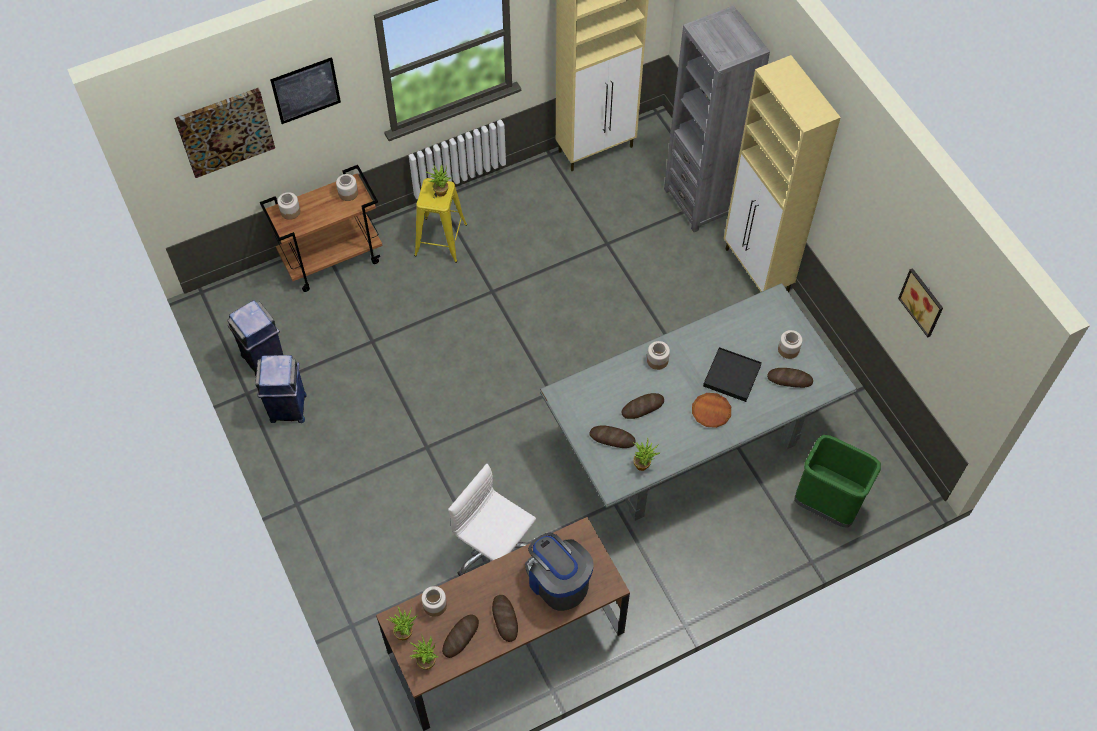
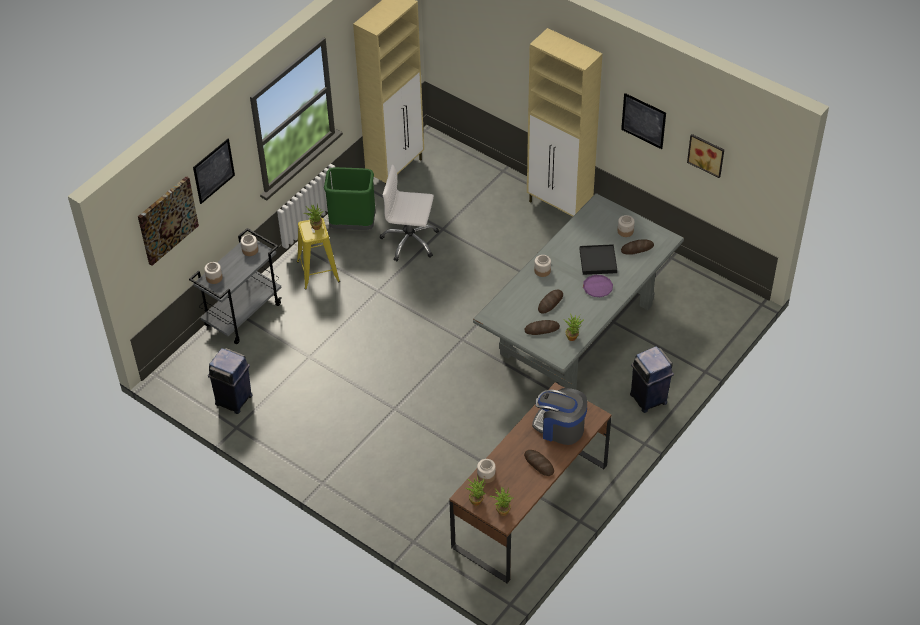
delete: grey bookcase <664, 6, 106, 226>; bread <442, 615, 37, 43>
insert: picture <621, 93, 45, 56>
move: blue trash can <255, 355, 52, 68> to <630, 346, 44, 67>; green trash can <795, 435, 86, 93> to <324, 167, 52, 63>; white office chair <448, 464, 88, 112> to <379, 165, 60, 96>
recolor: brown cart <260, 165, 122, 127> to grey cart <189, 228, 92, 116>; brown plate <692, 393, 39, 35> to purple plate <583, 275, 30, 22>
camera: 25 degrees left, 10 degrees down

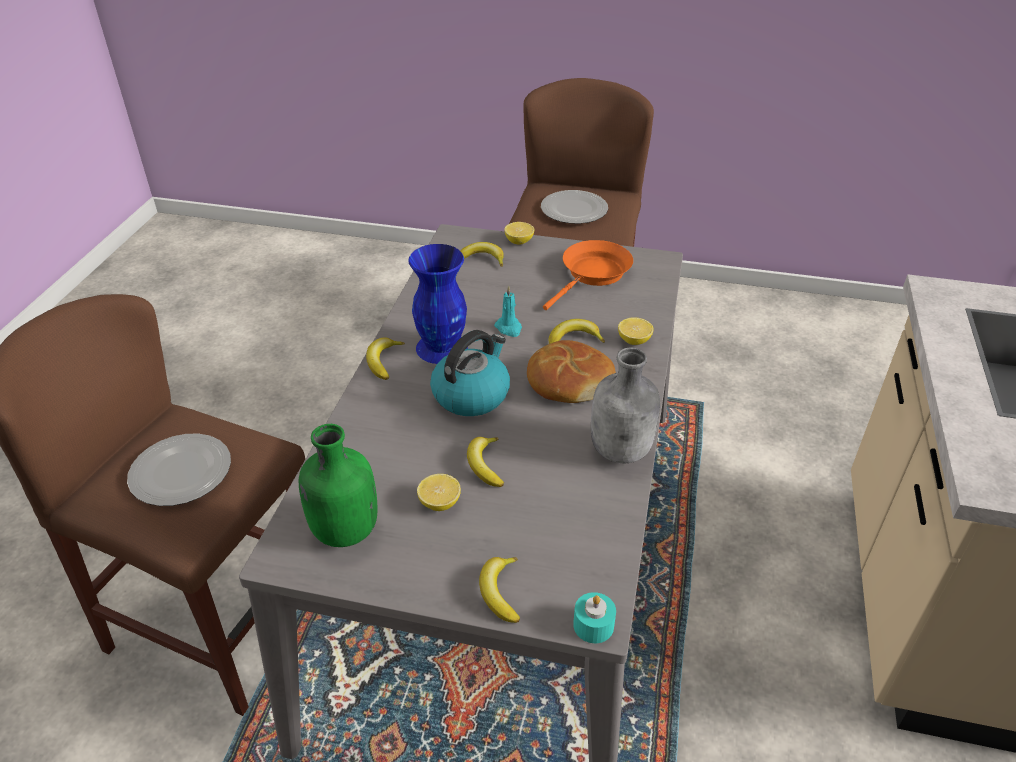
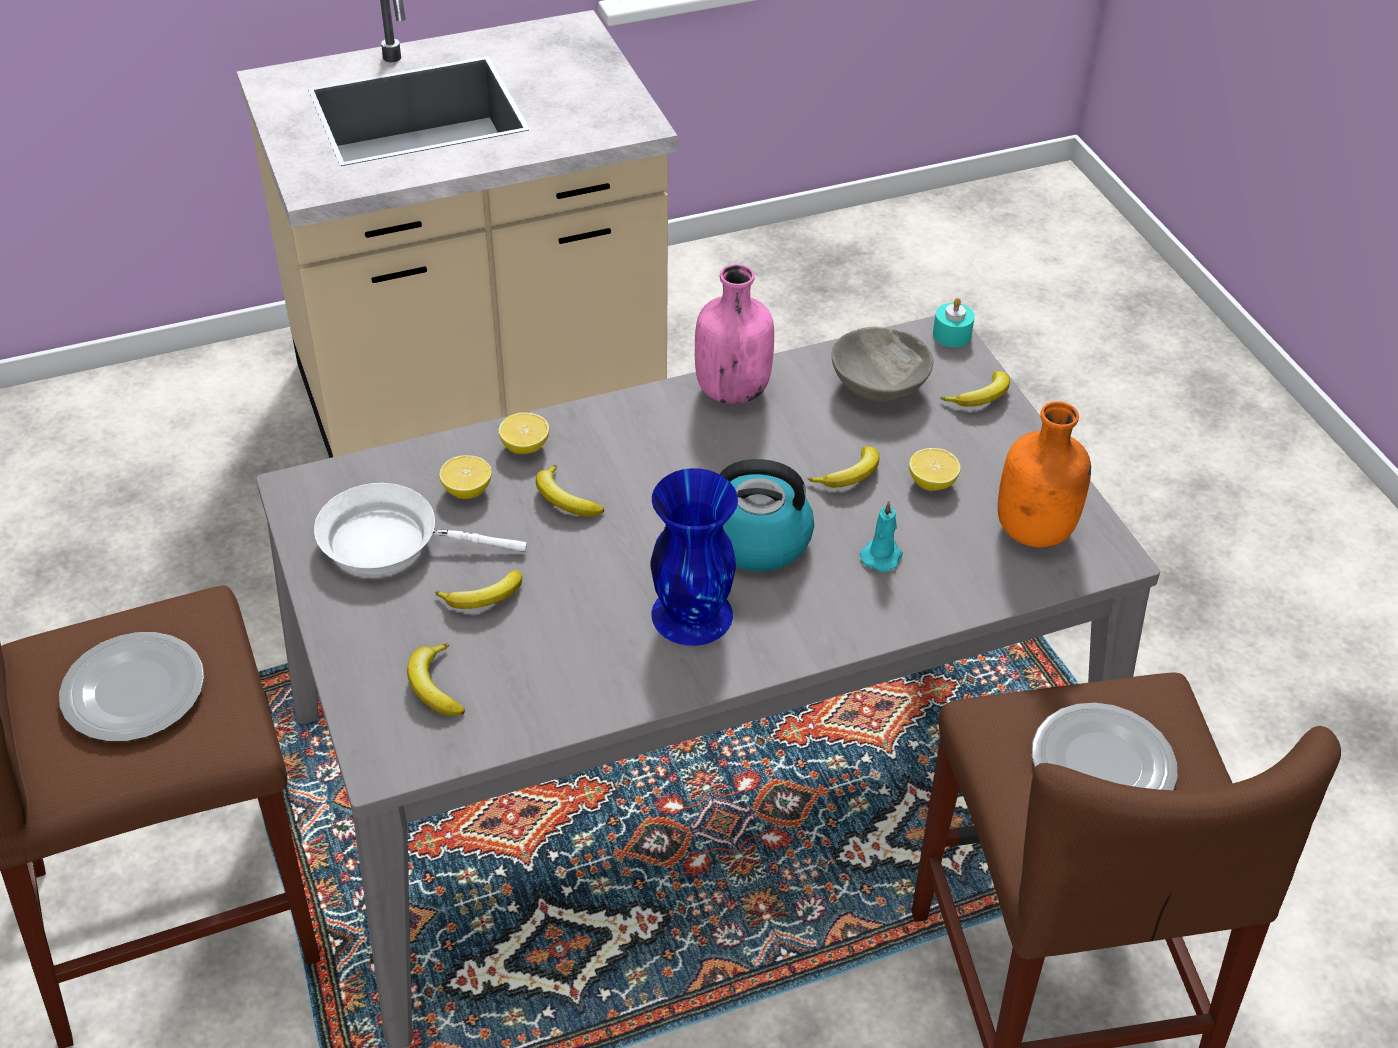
delete: bread <527, 340, 89, 63>
insert: grey bowl <831, 326, 103, 76>
move: lemon <504, 222, 30, 23> to <439, 455, 53, 44>; turquoise candle <494, 286, 28, 51> to <860, 501, 43, 71>; banana <366, 338, 39, 42> to <435, 570, 87, 39>
recolor: orange frying pan <543, 240, 90, 70> to white frying pan <314, 483, 213, 91>; grey bottle <591, 348, 69, 115> to pink bottle <695, 264, 79, 140>; green bottle <299, 424, 79, 123> to orange bottle <998, 401, 93, 146>
camera: 125 degrees left, 5 degrees up

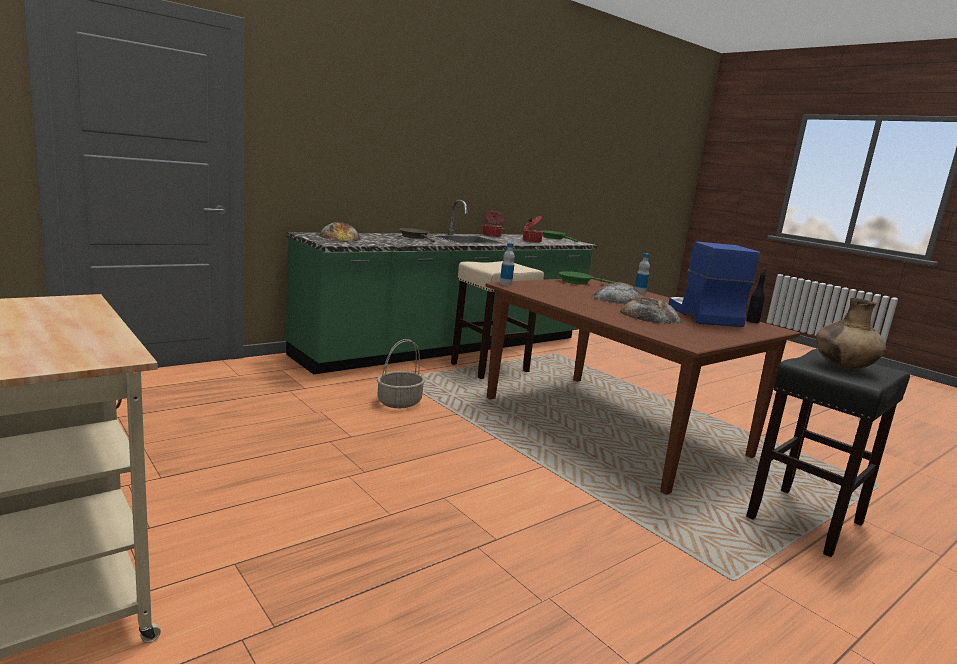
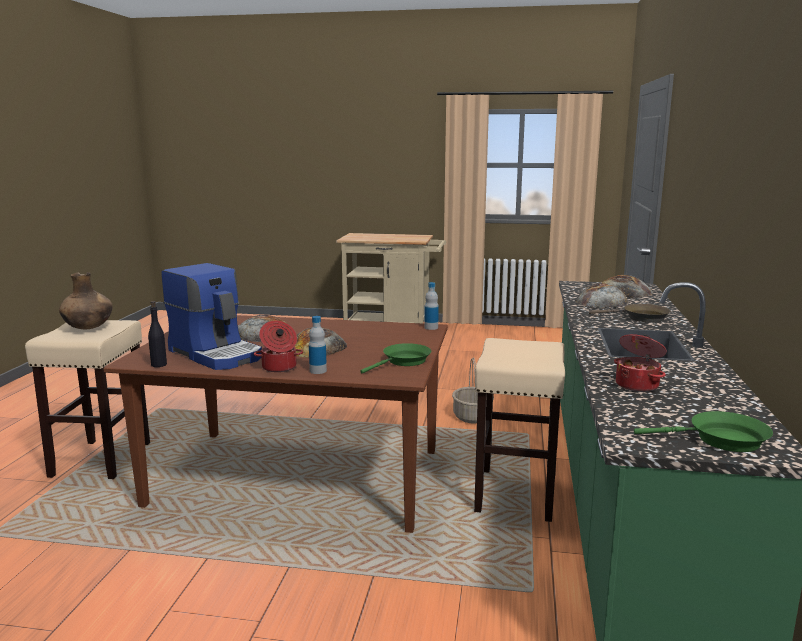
insert: bread <575, 283, 53, 25>
move: cooking pot <481, 211, 24, 26> to <254, 321, 49, 51>
recolor: black stool <746, 349, 164, 208> to beige stool <25, 320, 125, 159>
camera: 140 degrees right, 0 degrees up

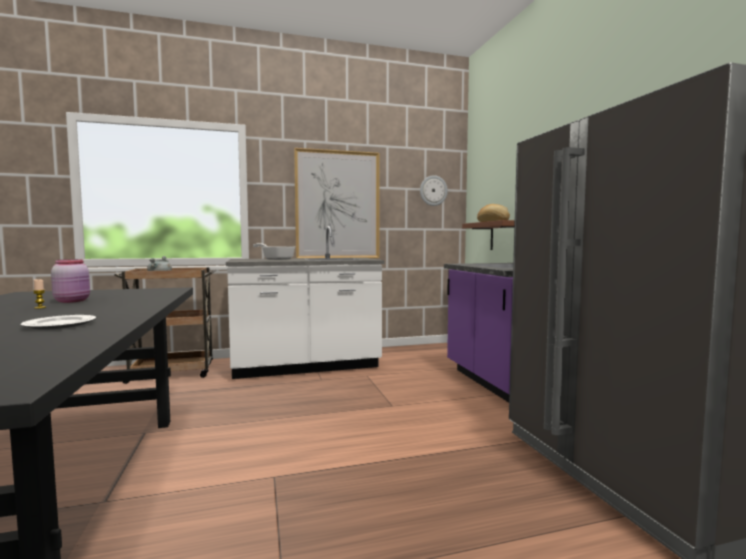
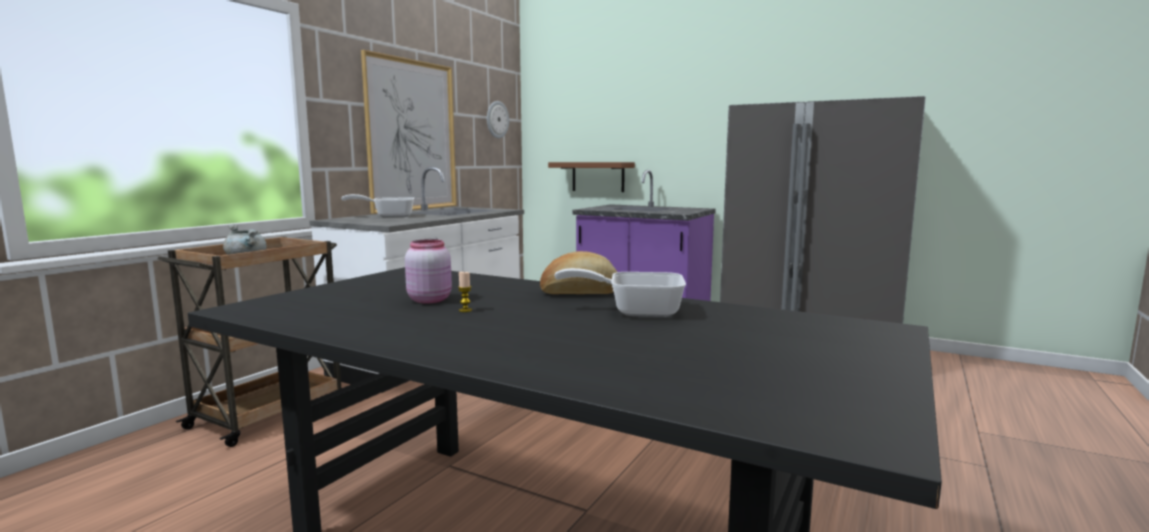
move: bread <477, 204, 33, 18> to <540, 251, 77, 43>
replace: plate <20, 315, 76, 15> to frying pan <554, 268, 132, 49>
camera: 45 degrees left, 5 degrees up

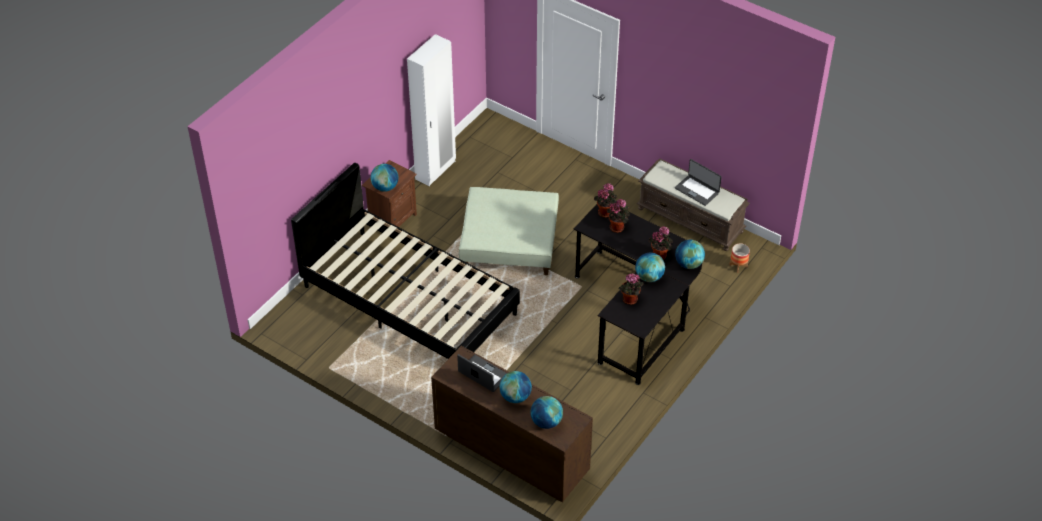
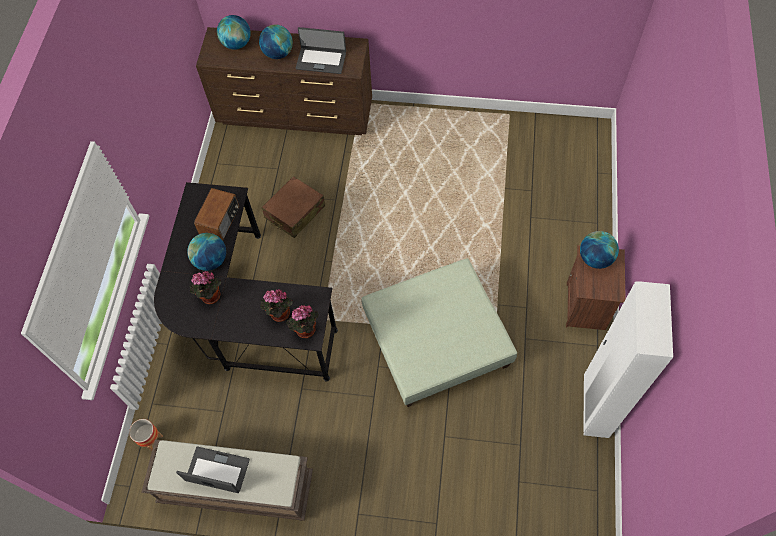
delete: black bed <291, 163, 229, 196>; globe <675, 240, 30, 29>
insert: brown suitcase <262, 176, 63, 62>
replace: potted plant <618, 273, 25, 32> to radio <194, 188, 45, 53>
camera: 155 degrees right, 15 degrees up

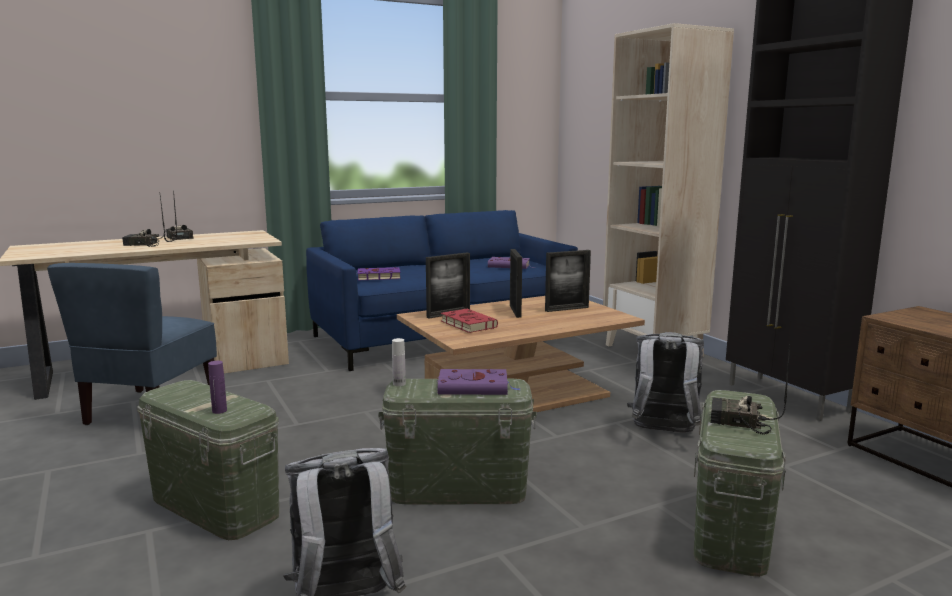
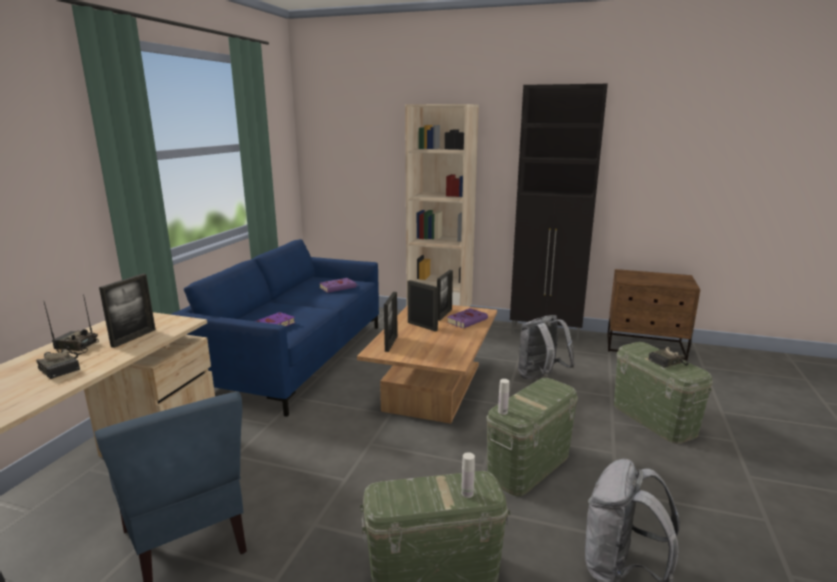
delete: red book <441, 309, 57, 24>
insert: picture frame <99, 274, 57, 74>
move: purple book <437, 369, 84, 26> to <447, 308, 41, 20>
recolor: purple bottle <208, 361, 19, 53> to white bottle <461, 452, 14, 46>
rotate: radio <122, 196, 43, 51> = <36, 302, 44, 77> 90 degrees counterclockwise
camera: 45 degrees left, 5 degrees up

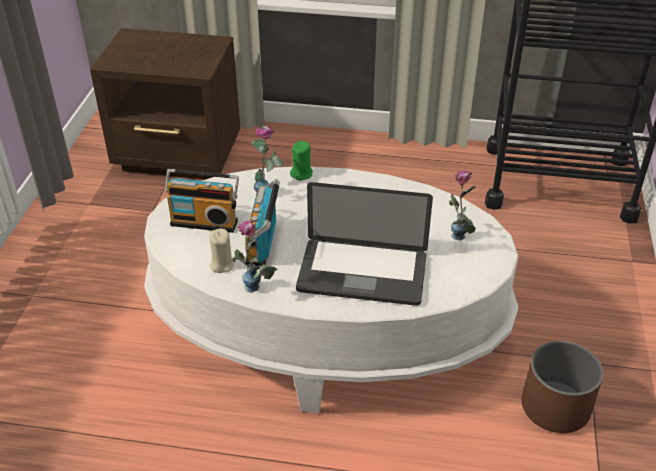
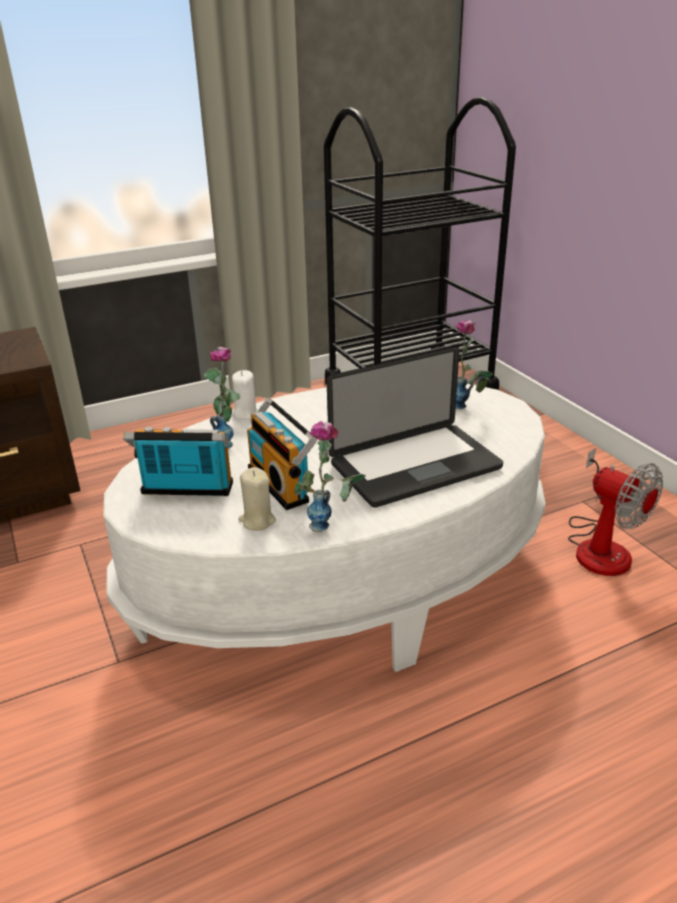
replace: brown planter <522, 341, 81, 92> to fan <568, 448, 95, 128>
recolor: green candle <290, 141, 23, 40> to white candle <232, 370, 26, 50>
rotate: radio <164, 169, 75, 64> = <123, 427, 110, 69> 150 degrees counterclockwise
camera: 35 degrees left, 10 degrees down

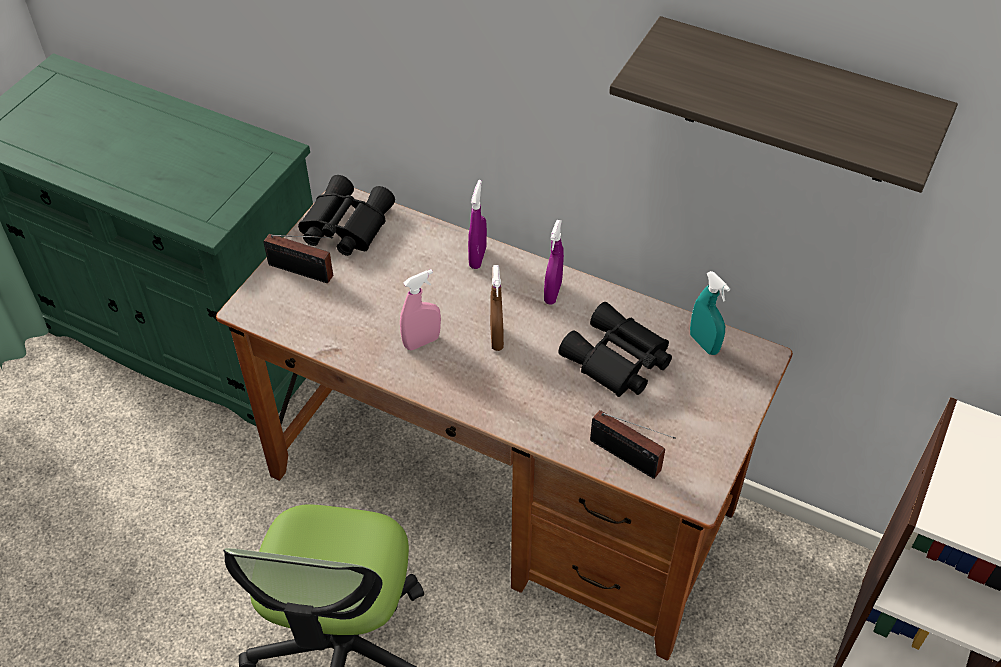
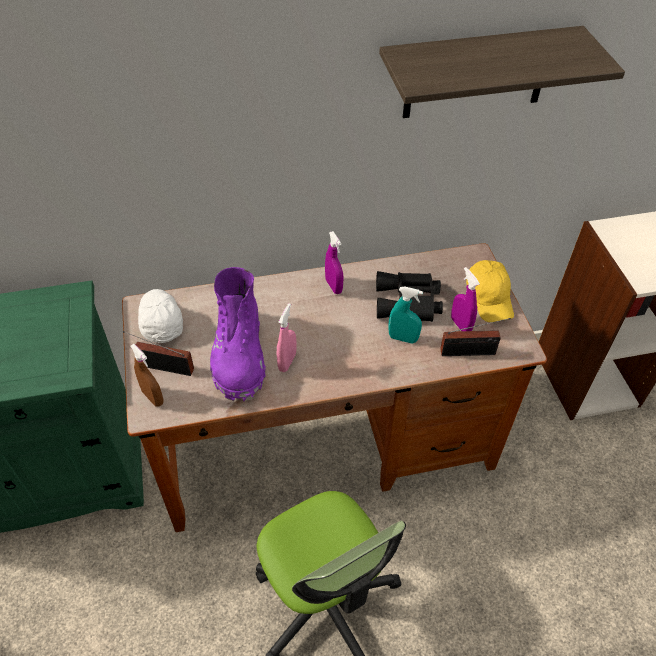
insert: yellow cap <466, 260, 48, 62>; purple boot <210, 267, 56, 135>
move: purple spray bottle <468, 180, 19, 89> to <451, 267, 29, 64>; brown spray bottle <490, 265, 14, 86> to <131, 344, 32, 63>; turquoise spray bottle <690, 271, 40, 84> to <388, 287, 35, 57>
replace: black binoculars <298, 175, 97, 81> to white cap <138, 289, 45, 54>
rotate: radio <263, 234, 70, 49> = <123, 331, 71, 45> 150 degrees counterclockwise
camera: 40 degrees left, 0 degrees up

